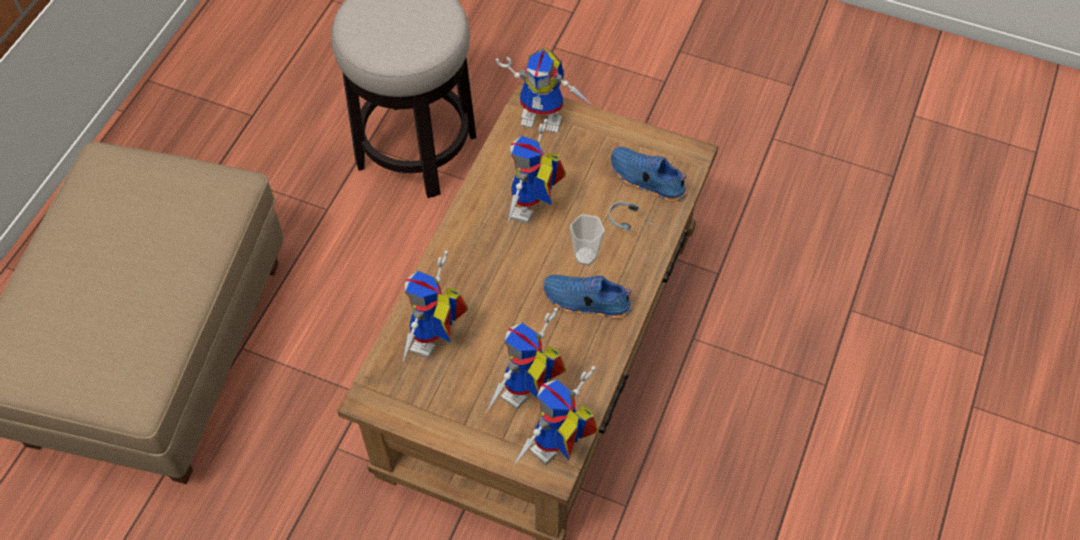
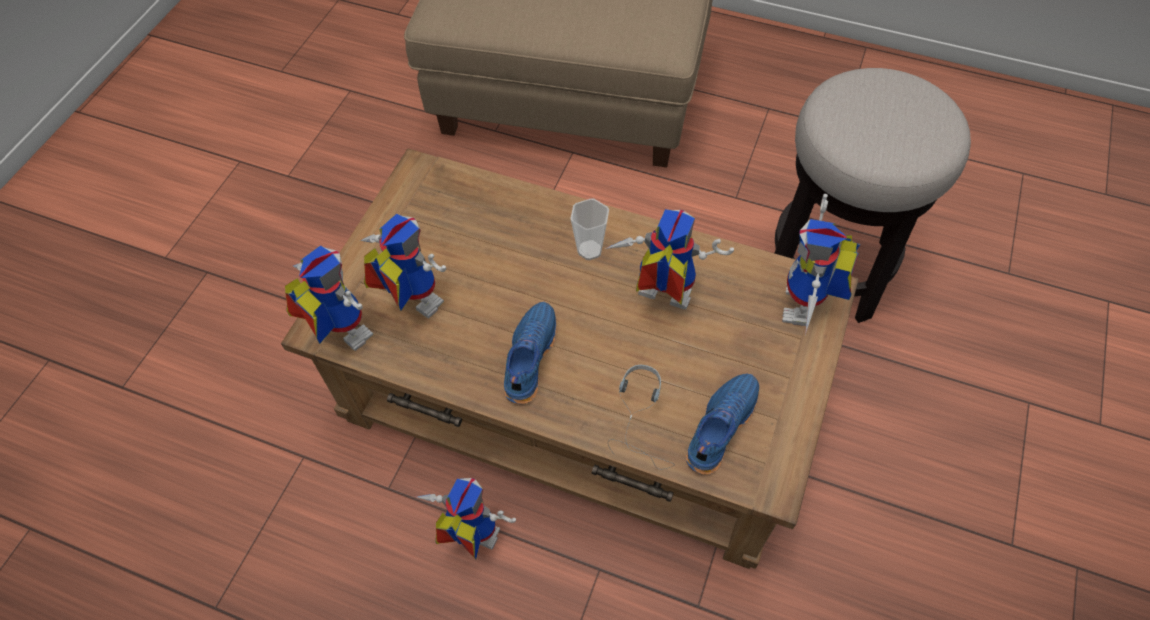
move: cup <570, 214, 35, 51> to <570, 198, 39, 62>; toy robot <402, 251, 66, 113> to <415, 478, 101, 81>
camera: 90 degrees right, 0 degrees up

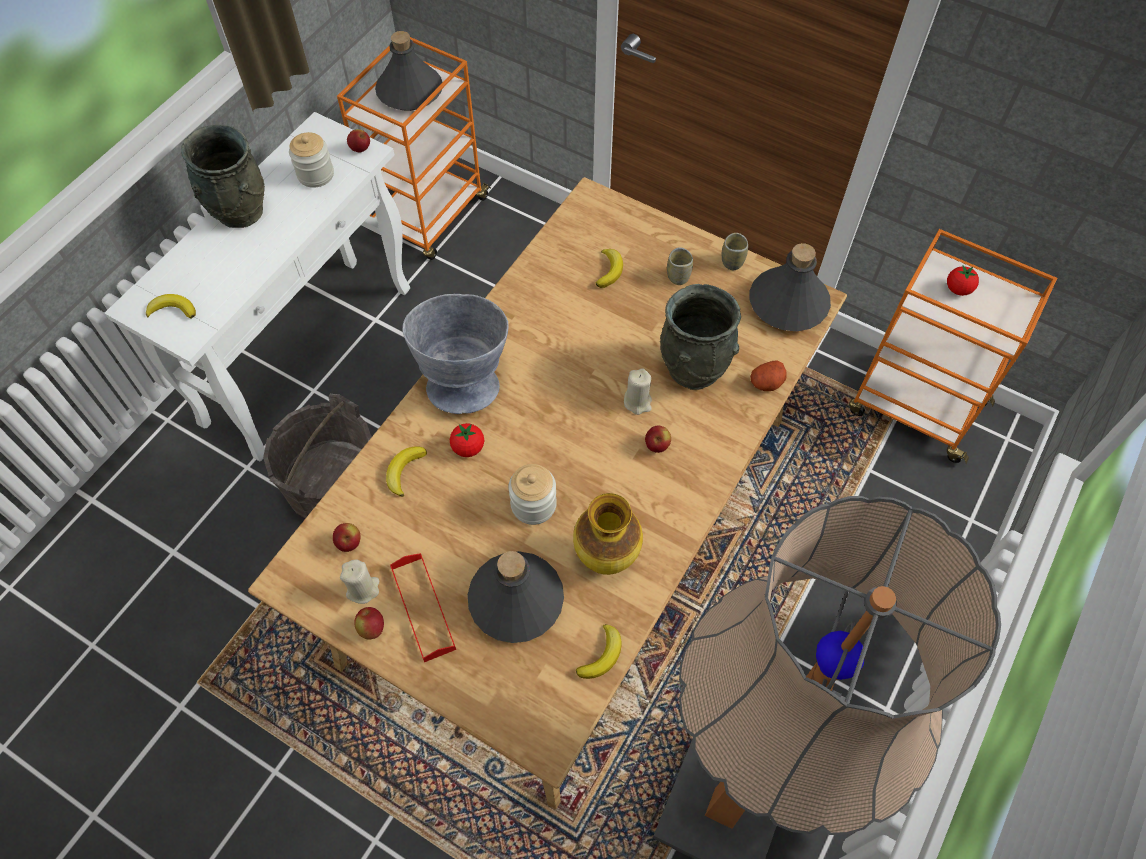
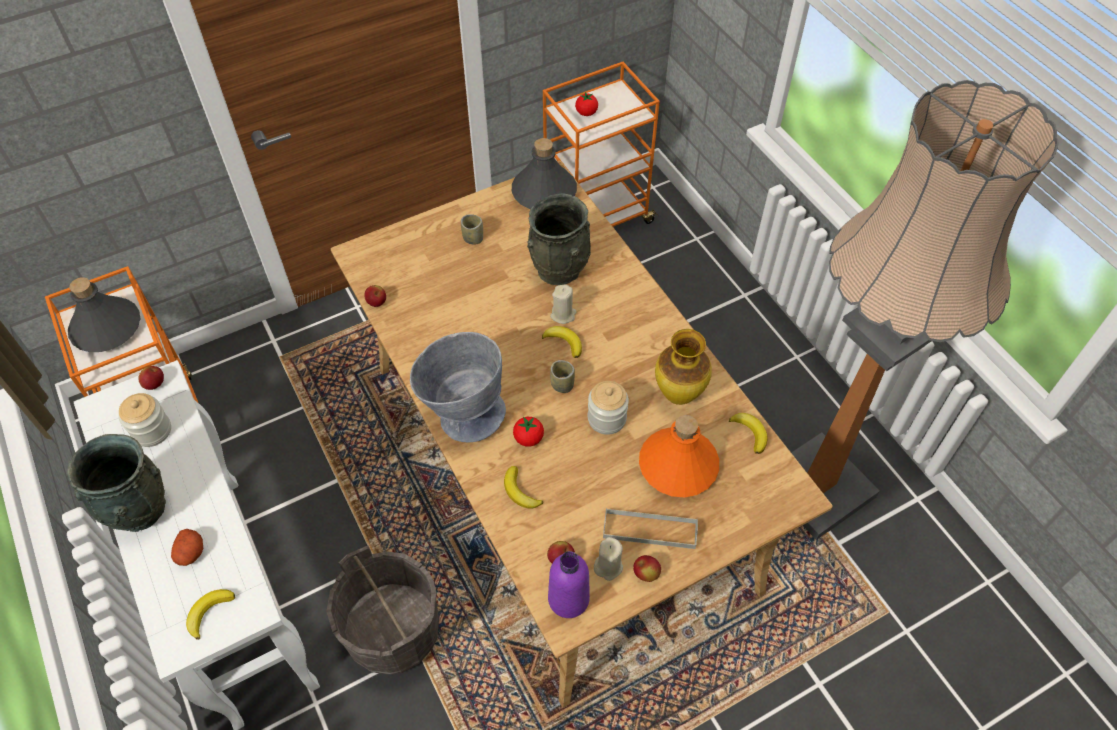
insert: purple bottle <548, 551, 42, 67>
move: cup <722, 233, 26, 37> to <550, 360, 25, 33>; banana <596, 249, 27, 39> to <542, 326, 40, 32>; potato <750, 360, 37, 31> to <171, 529, 32, 37>; apple <645, 425, 26, 28> to <364, 285, 22, 22>
recolor: grey bottle <468, 551, 96, 92> to orange bottle <639, 415, 80, 82>; red tray <390, 553, 66, 109> to grey tray <603, 508, 95, 41>
camera: 60 degrees left, 5 degrees down

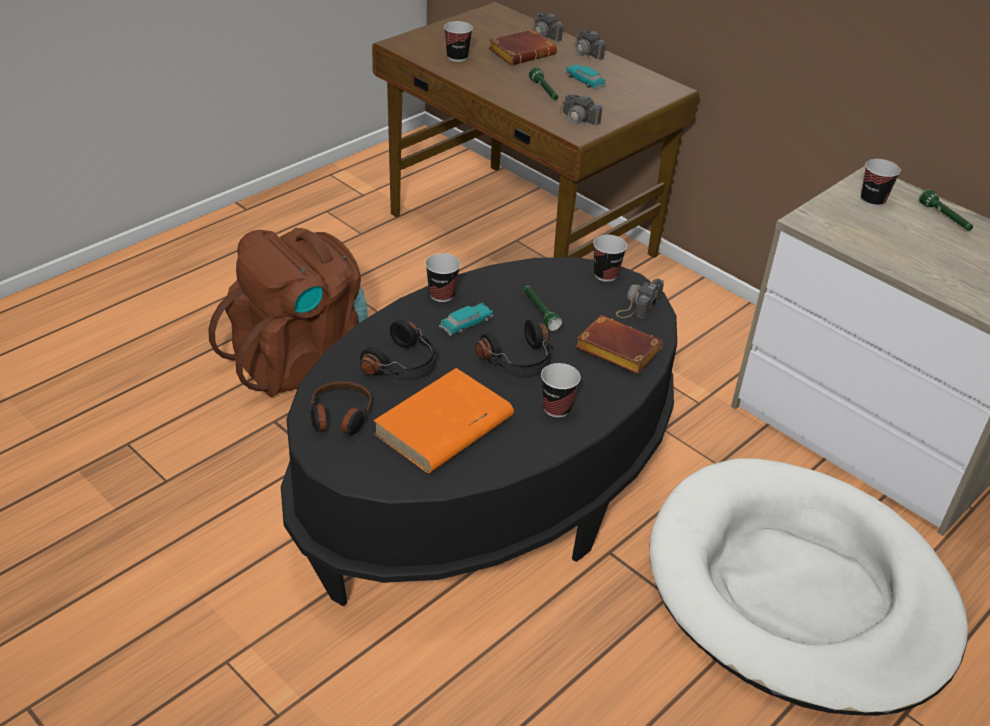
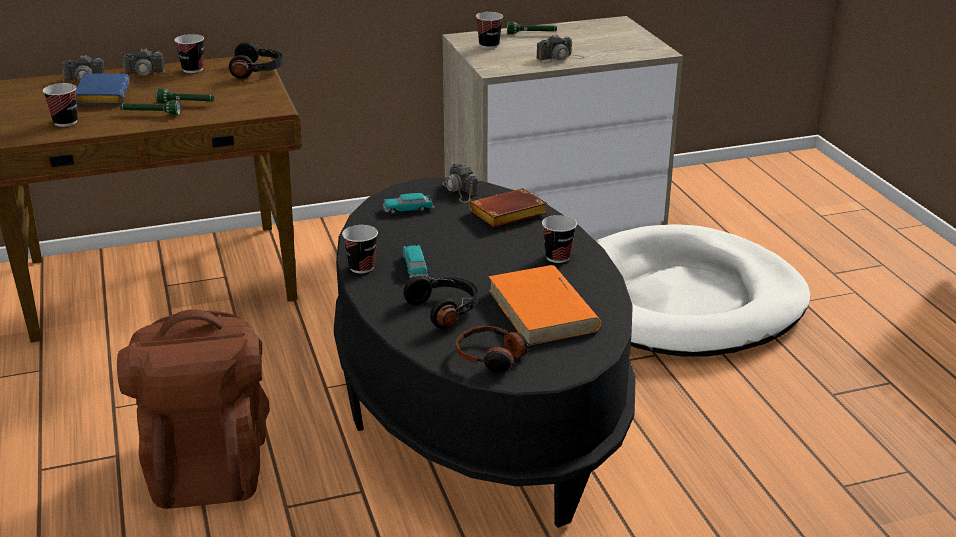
move: toy car <565, 64, 41, 26> to <383, 193, 52, 21>; photo camera <557, 94, 45, 40> to <537, 35, 48, 28>; cup <593, 235, 34, 47> to <174, 34, 30, 39>; green flashlight <524, 285, 39, 46> to <120, 100, 61, 15>; black headphones <475, 319, 78, 57> to <229, 42, 54, 37>
recolor: brown book <488, 29, 69, 37> to blue book <76, 73, 54, 31>
camera: 60 degrees left, 10 degrees down

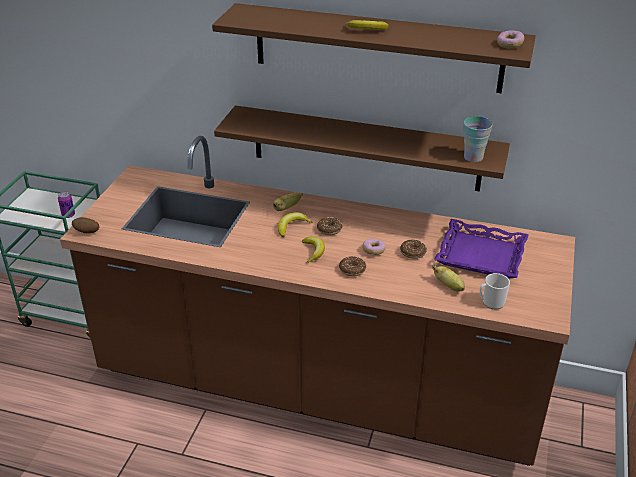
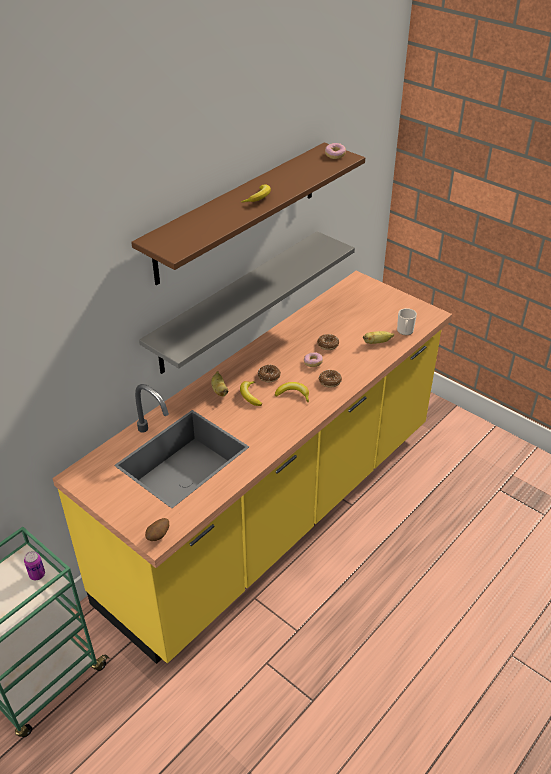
delete: cup <463, 116, 30, 46>; purple tray <434, 219, 95, 60>
recolor: brown shelf <214, 105, 296, 87> to grey shelf <139, 231, 216, 143>; brown counter <60, 136, 515, 330> to yellow counter <52, 271, 400, 393>
camera: 65 degrees left, 5 degrees up

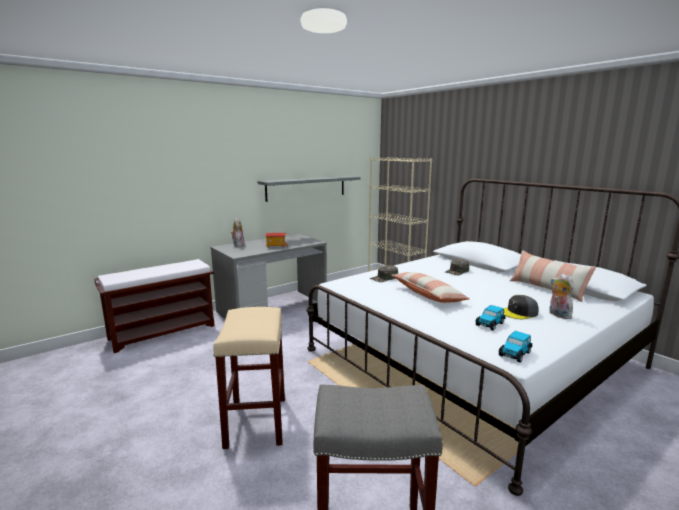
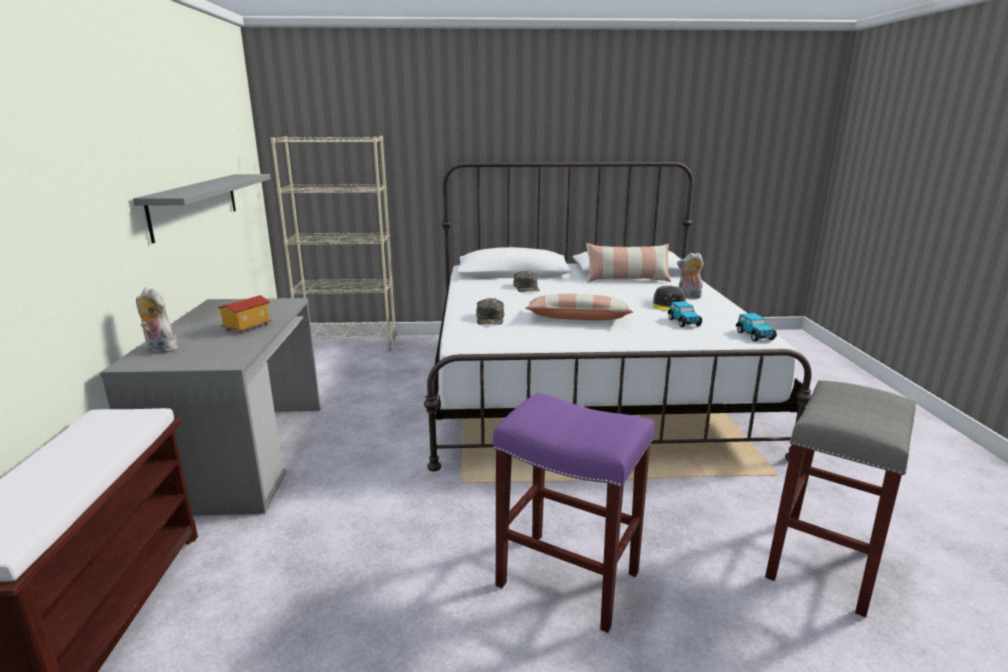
recolor: beige stool <213, 307, 72, 142> to purple stool <493, 393, 162, 240>
camera: 55 degrees left, 5 degrees up

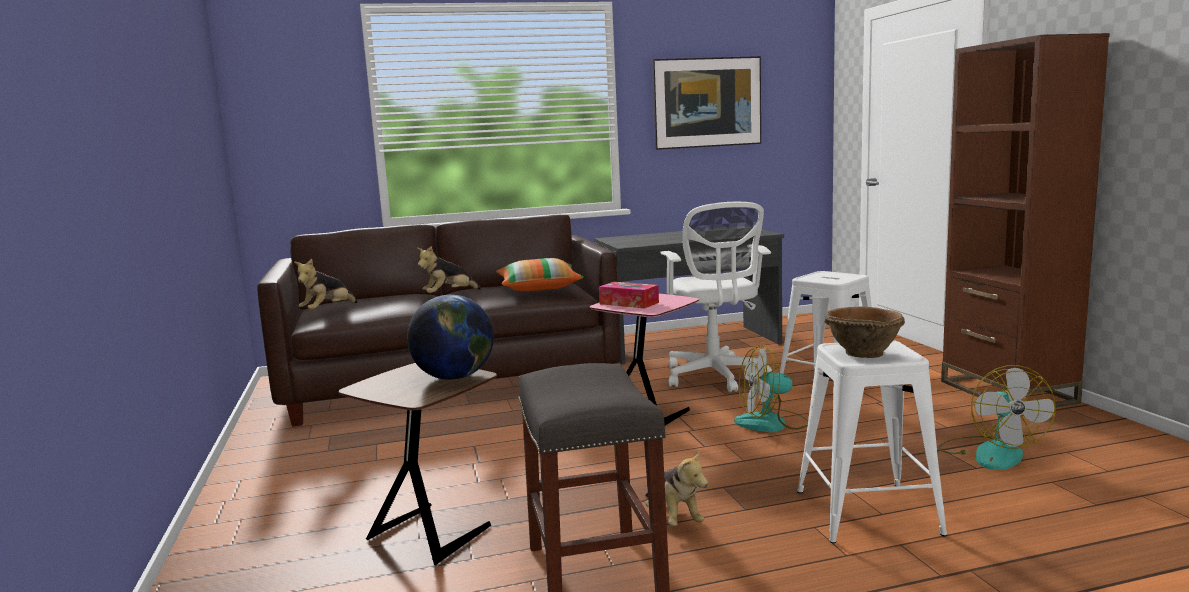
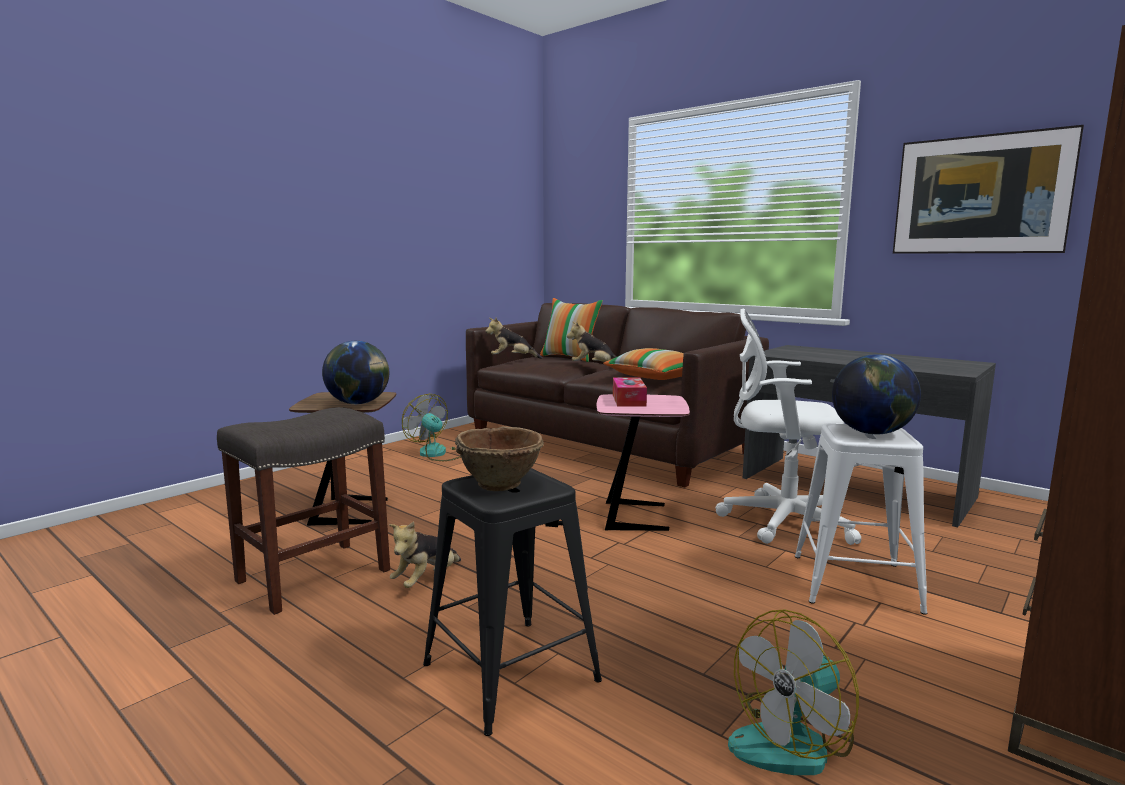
insert: pillow <540, 298, 63, 64>; globe <832, 354, 89, 81>
move: fan <734, 345, 74, 87> to <402, 394, 59, 67>
recolor: white stool <797, 340, 150, 203> to black stool <423, 468, 179, 268>
rotate: white office chair <661, 202, 111, 191> = <715, 309, 146, 236> 60 degrees clockwise
camera: 55 degrees right, 0 degrees up

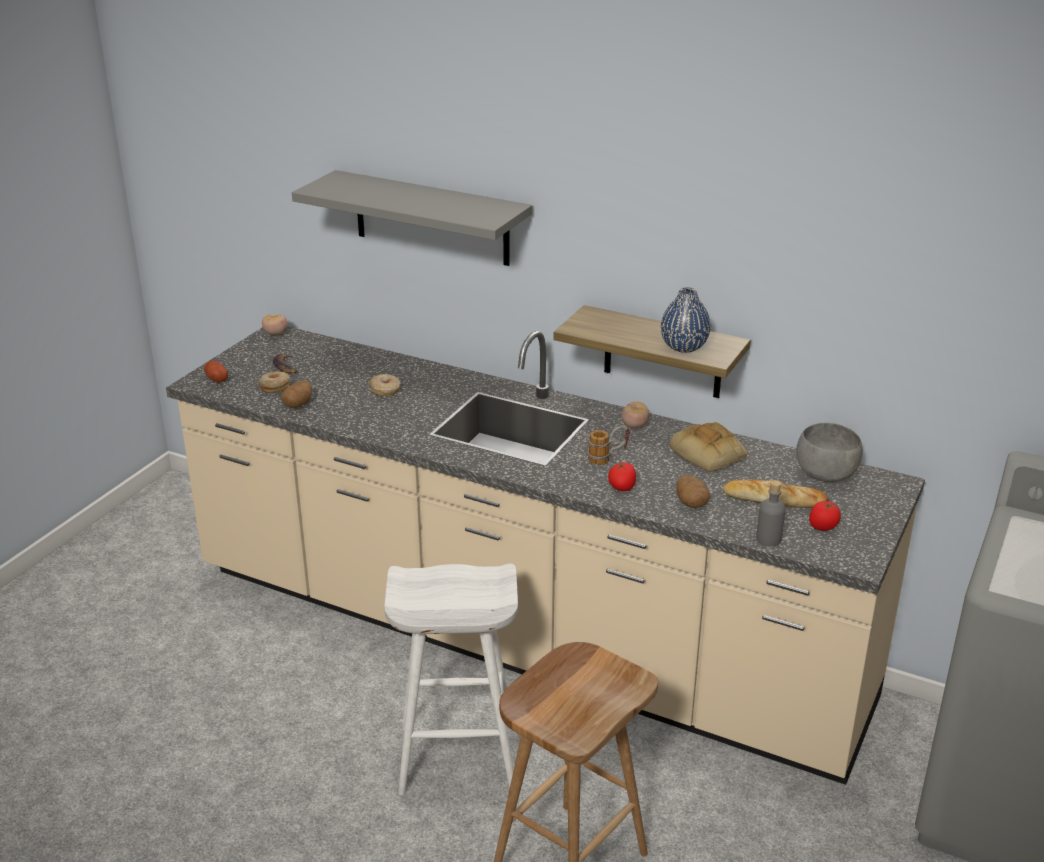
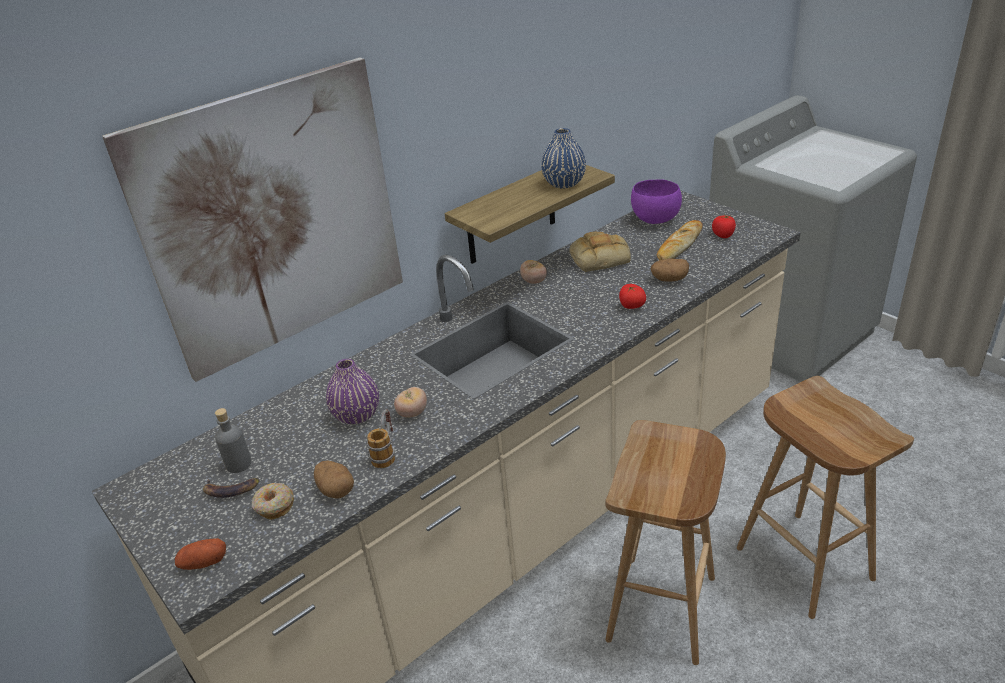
move: tomato <262, 314, 25, 21> to <394, 387, 33, 31>; mug <588, 425, 42, 40> to <367, 409, 28, 59>; grey bottle <756, 480, 30, 67> to <215, 408, 37, 65>
replace: grey shelf <292, 170, 240, 96> to picture <102, 58, 301, 324>; donut <369, 374, 32, 22> to purple vase <326, 359, 53, 65>
recolor: grey bowl <796, 423, 67, 59> to purple bowl <631, 179, 51, 45>; white stool <384, 563, 134, 232> to brown stool <605, 420, 121, 245>
camera: 65 degrees left, 5 degrees up

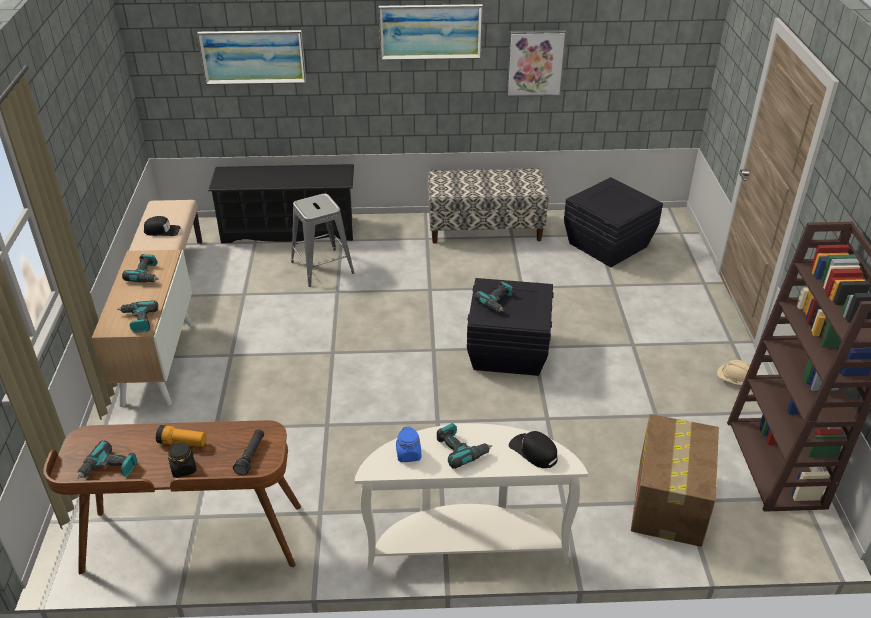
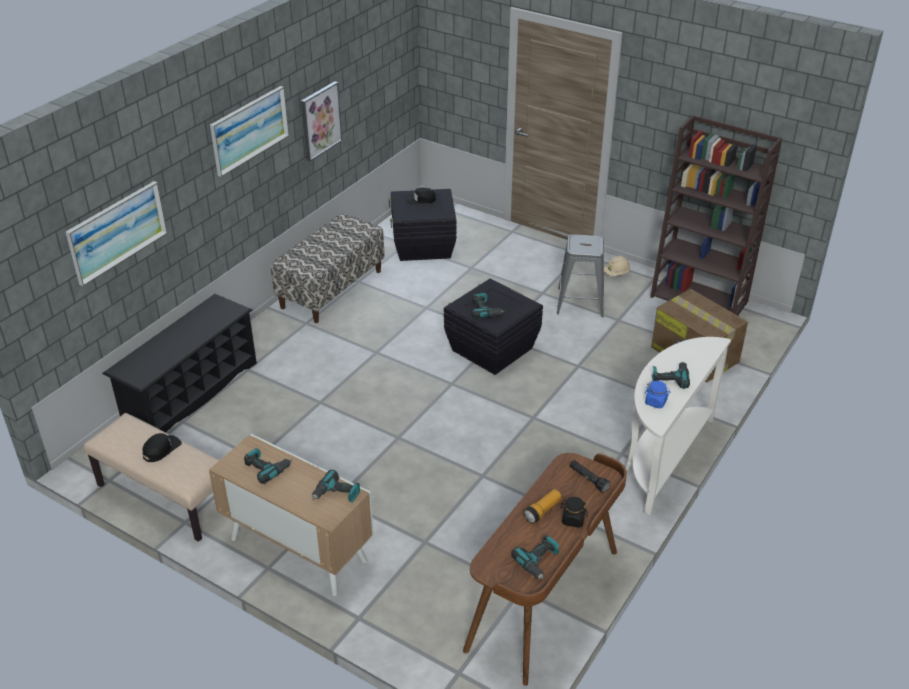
move: grey stool <291, 193, 63, 94> to <556, 234, 48, 83>; black cap <509, 431, 48, 37> to <406, 188, 30, 17>
camera: 55 degrees left, 0 degrees up

